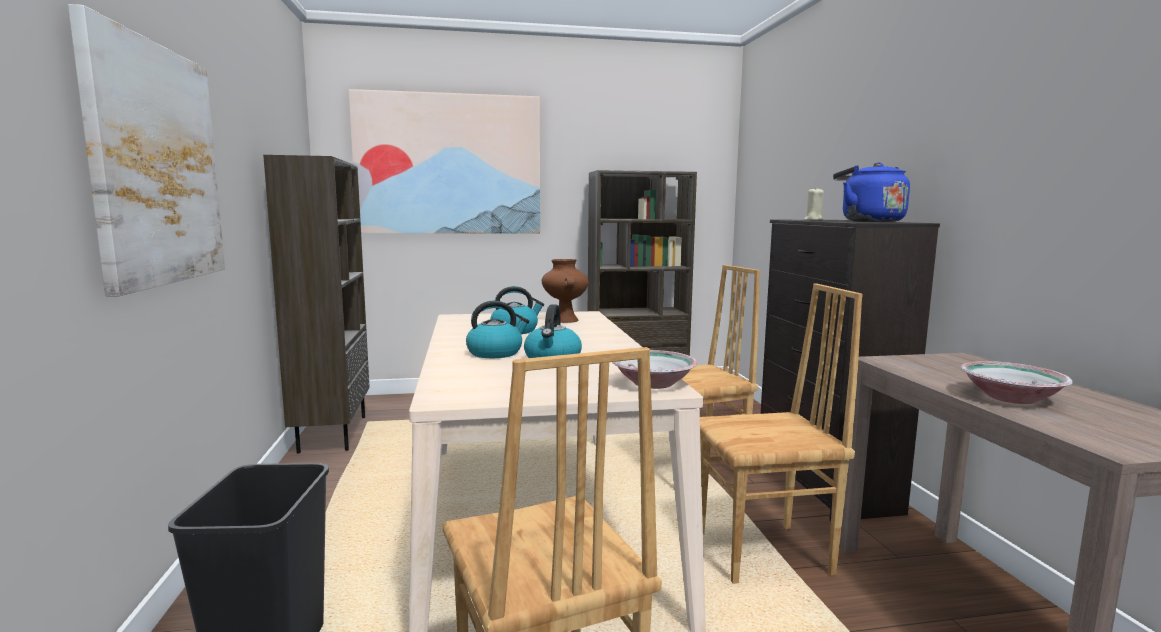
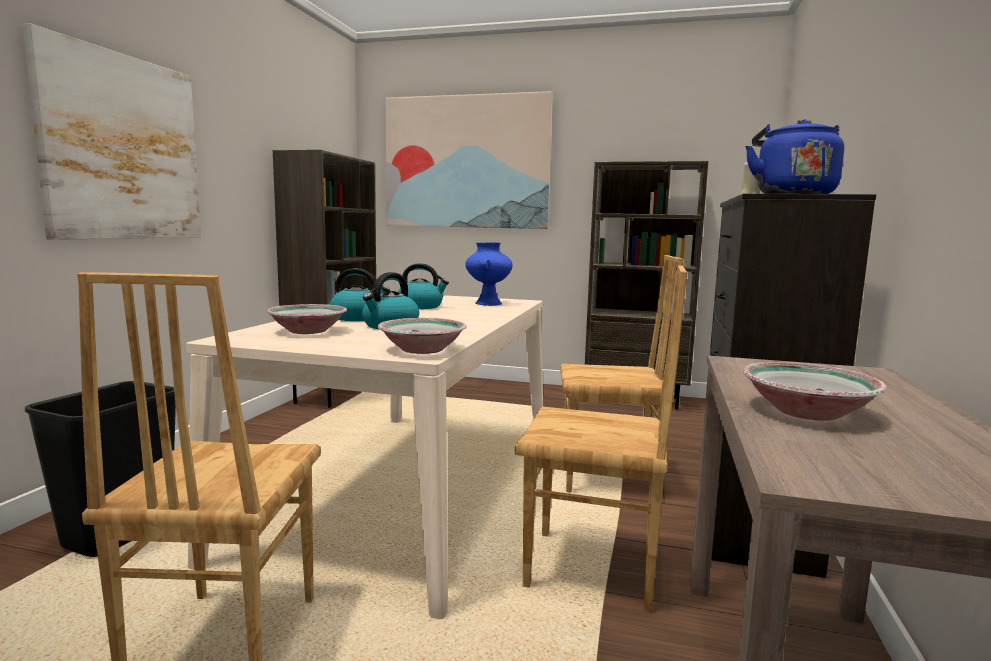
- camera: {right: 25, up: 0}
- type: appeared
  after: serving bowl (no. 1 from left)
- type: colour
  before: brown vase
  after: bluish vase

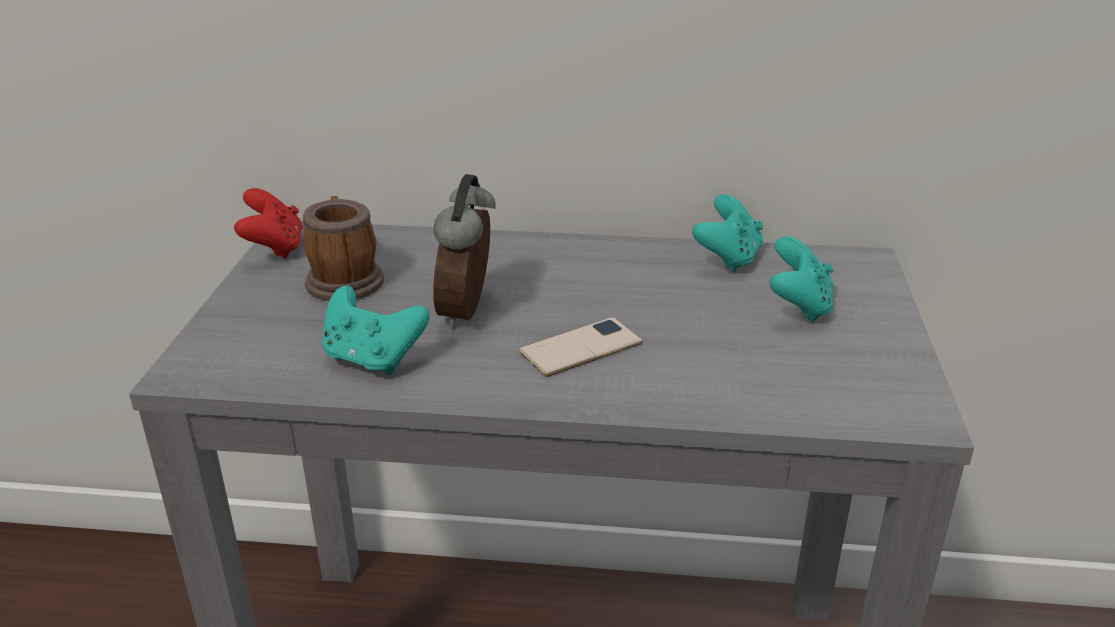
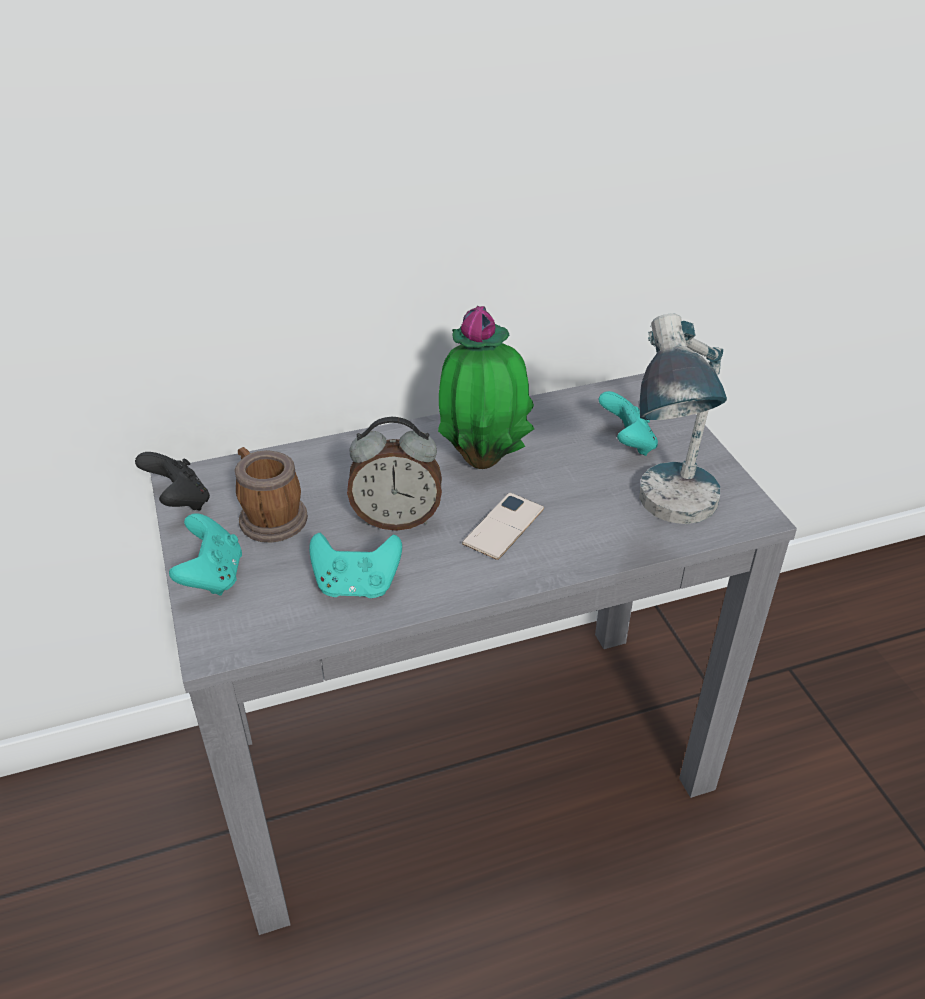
- camera: {right: -25, up: 10}
- type: appeared
  after: plant in a pot
- type: appeared
  after: table lamp
- type: relocated
  before: turquoise game controller (no. 2 from left in the first image)
  after: turquoise game controller (no. 1 from left)
- type: colour
  before: red game controller
  after: black-coloured game controller
- type: spun
  before: table clock
  turn: -75

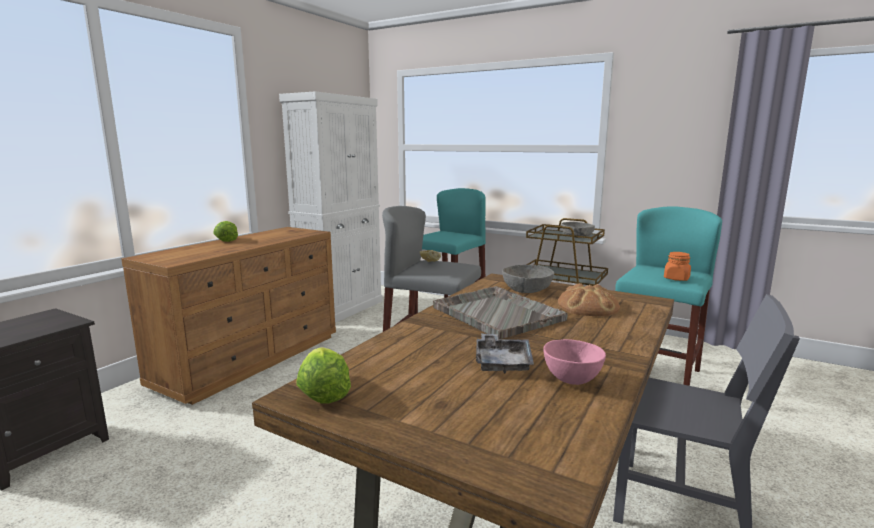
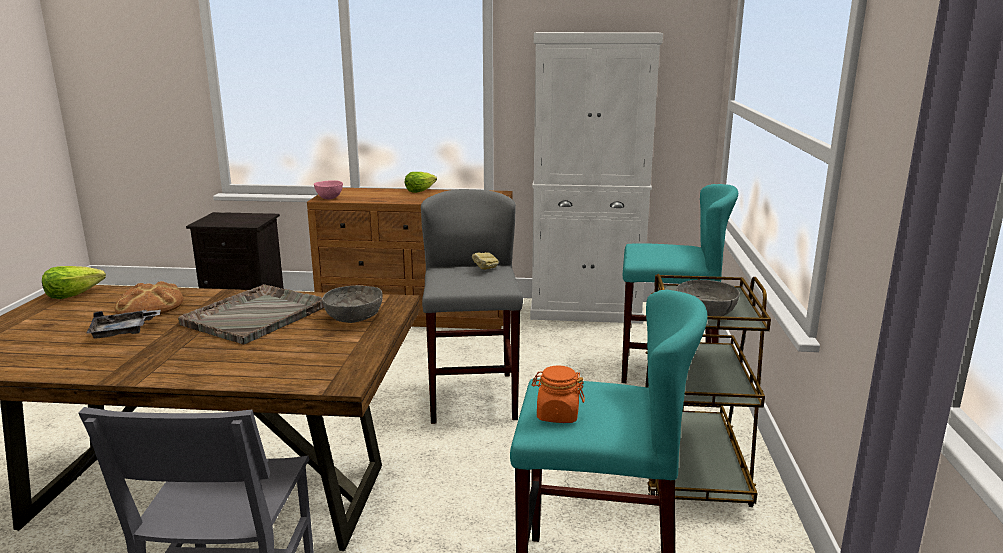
- camera: {right: 65, up: 5}
- type: relocated
  before: pink-coloured serving bowl
- type: relocated
  before: bakery bread (no. 2 from left in the first image)
  after: bakery bread (no. 1 from left)

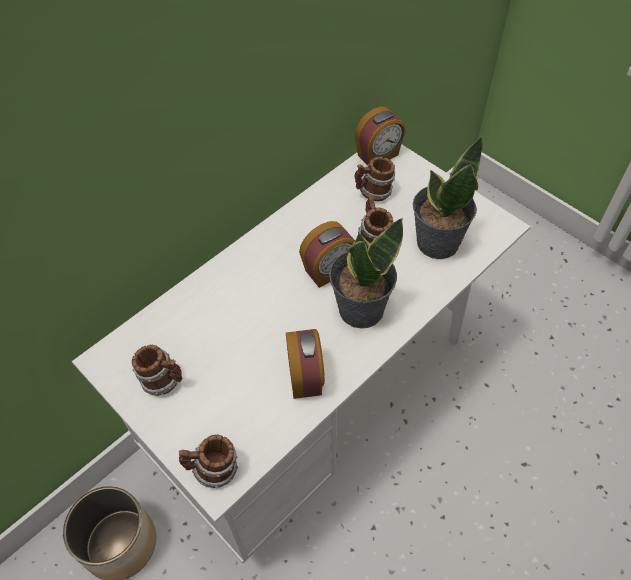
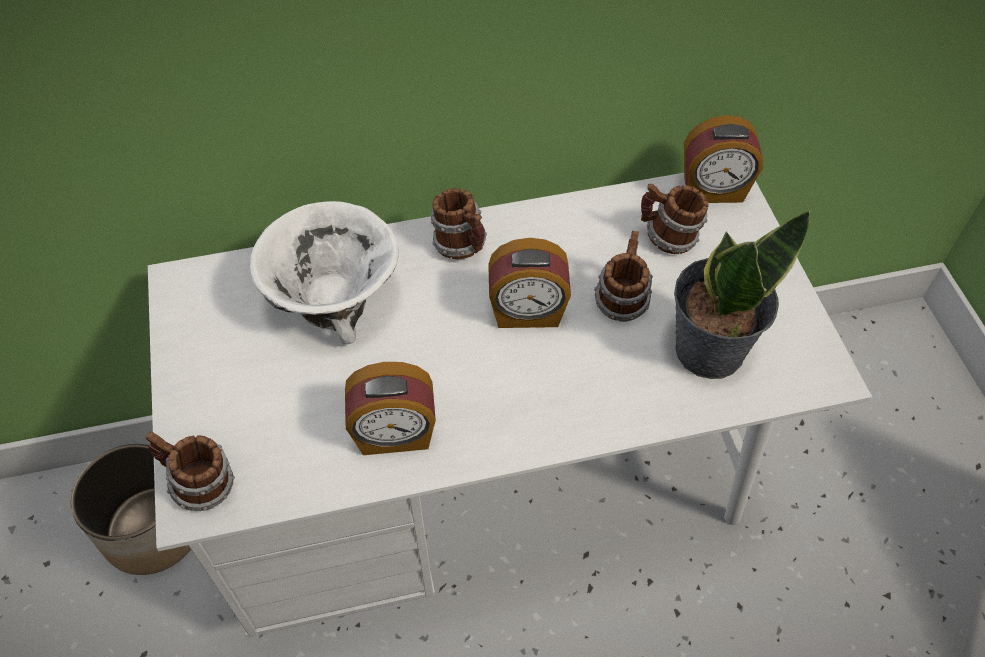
- camera: {right: 30, up: 0}
- type: missing
  before: plant in a pot (no. 1 from left)
- type: appeared
  after: whitish serving bowl
- type: relocated
  before: coffee mug (no. 1 from left in the first image)
  after: coffee mug (no. 2 from left)
- type: spun
  before: table clock (no. 1 from left)
  turn: 60

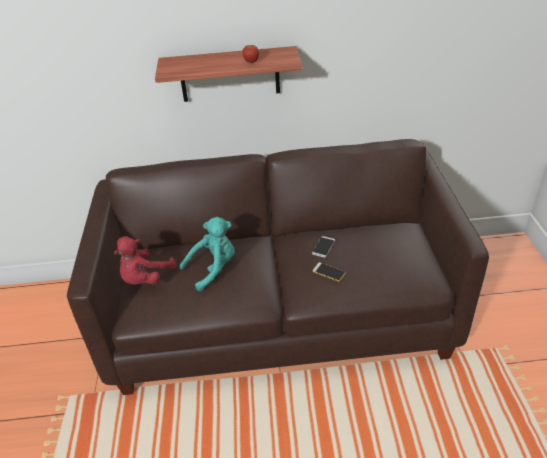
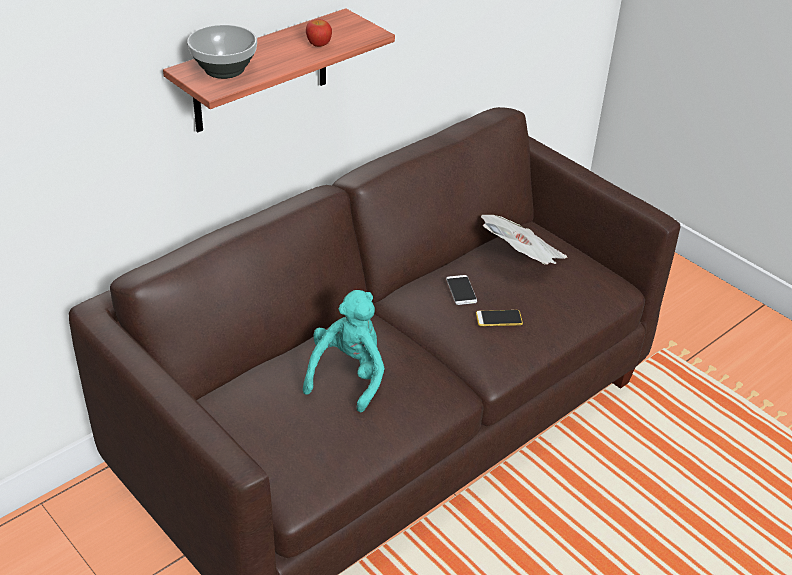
- camera: {right: -40, up: 0}
- type: missing
  before: red soft toy
- type: appeared
  after: serving bowl
- type: appeared
  after: newspaper

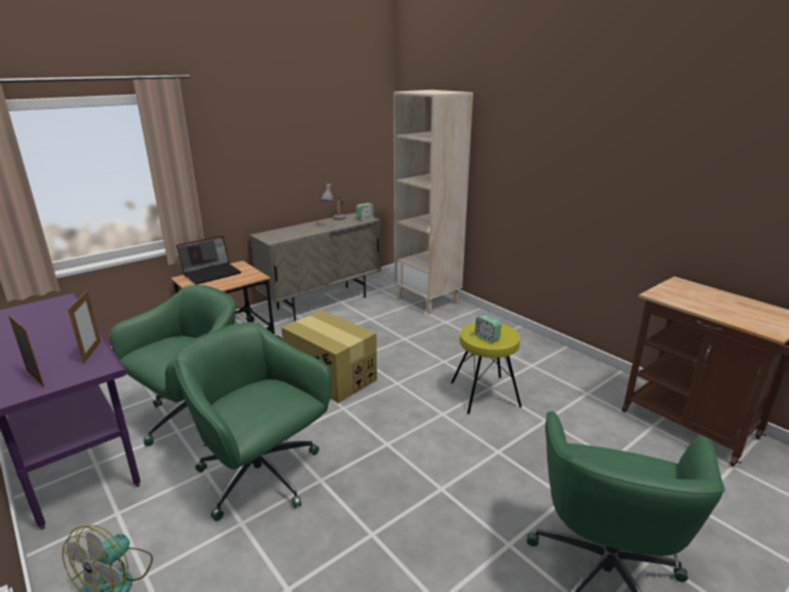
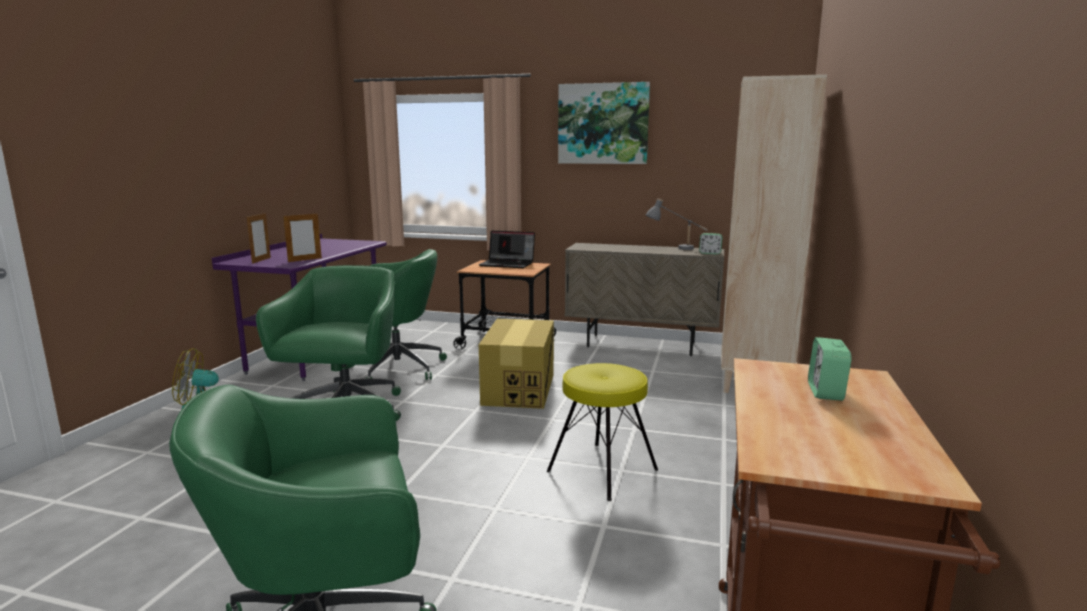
- camera: {right: 55, up: -10}
- type: appeared
  after: wall picture
- type: relocated
  before: table clock (no. 2 from left)

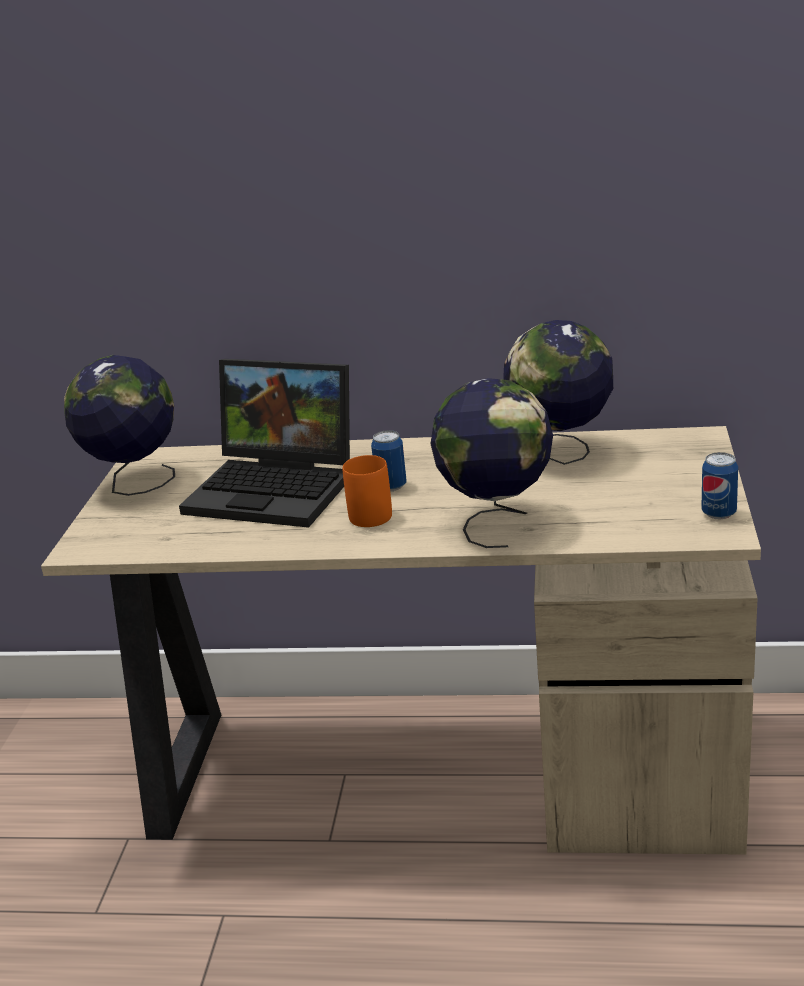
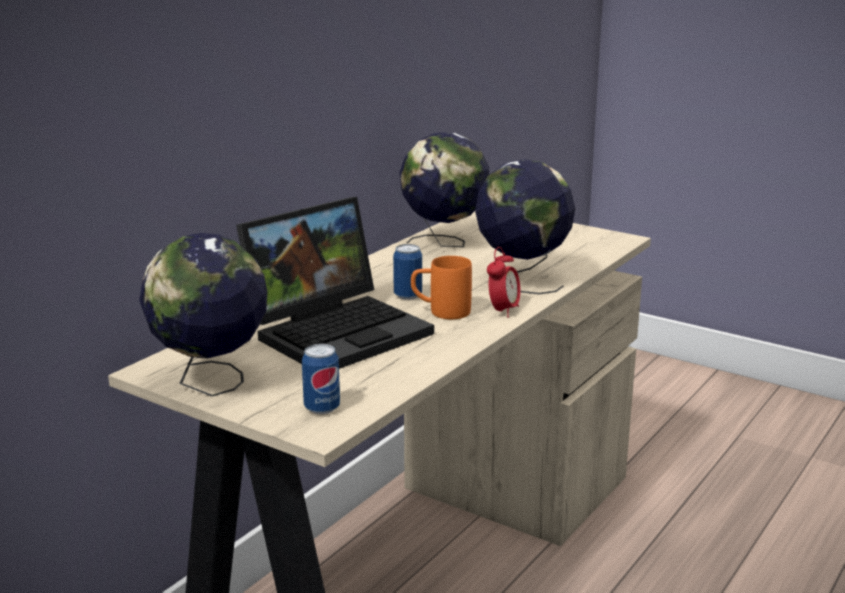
- camera: {right: -65, up: -5}
- type: appeared
  after: table clock
- type: relocated
  before: metal can (no. 2 from left in the first image)
  after: metal can (no. 1 from left)

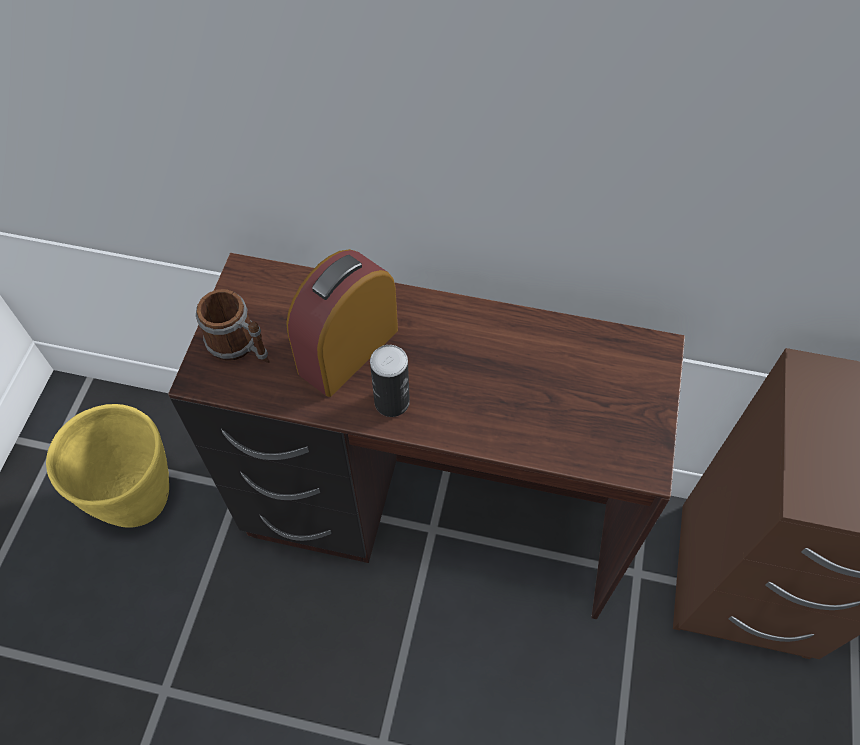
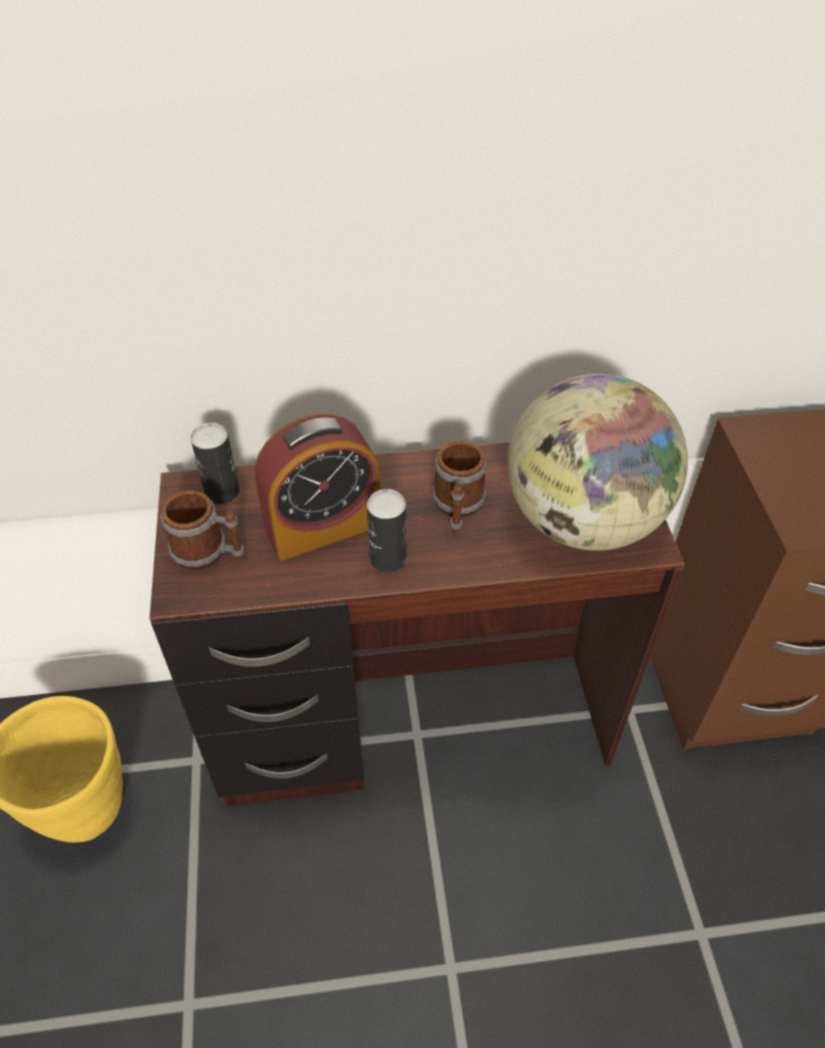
- camera: {right: -20, up: -10}
- type: appeared
  after: metal can (no. 1 from left)
- type: appeared
  after: coffee mug (no. 2 from left)
- type: appeared
  after: globe
- type: spun
  before: table clock
  turn: -135

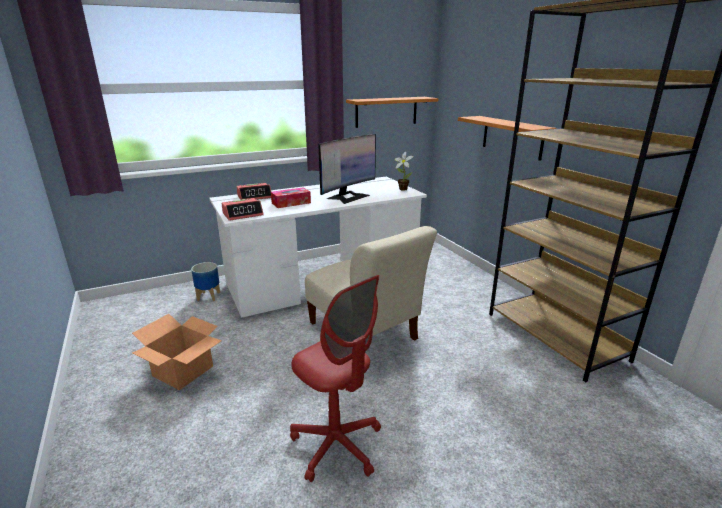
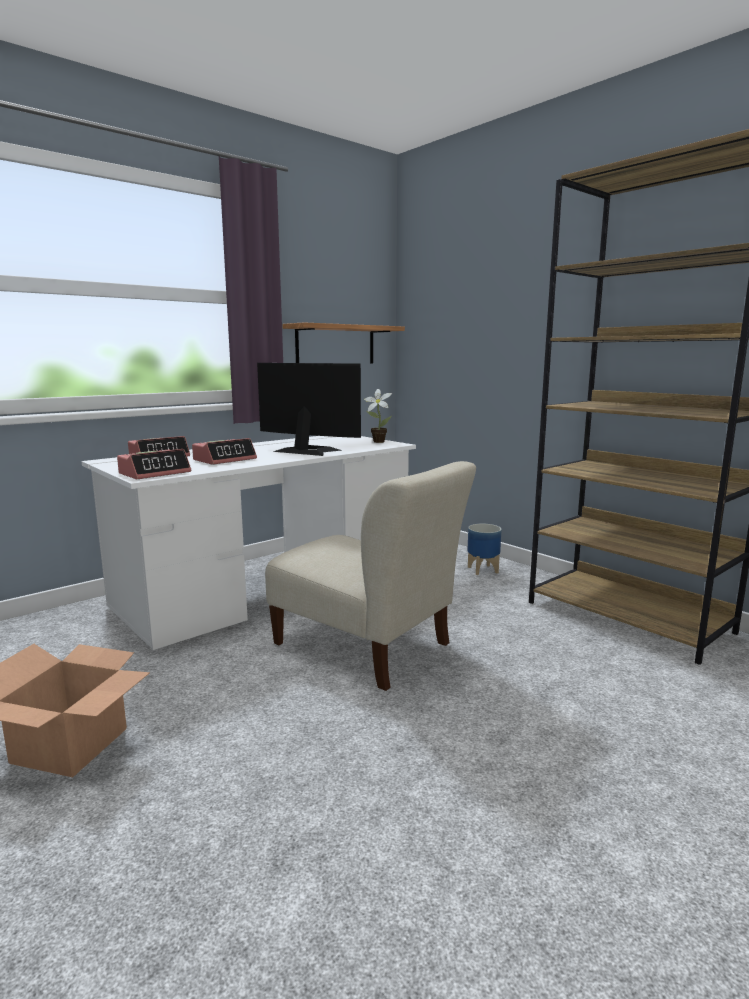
- camera: {right: -15, up: -10}
- type: missing
  before: red computer chair
- type: missing
  before: wall shelf (no. 2 from left)
- type: relocated
  before: planter
- type: exchanged
  before: box of tissues
  after: table clock (no. 3 from left)
- type: spun
  before: computer display
  turn: -90

